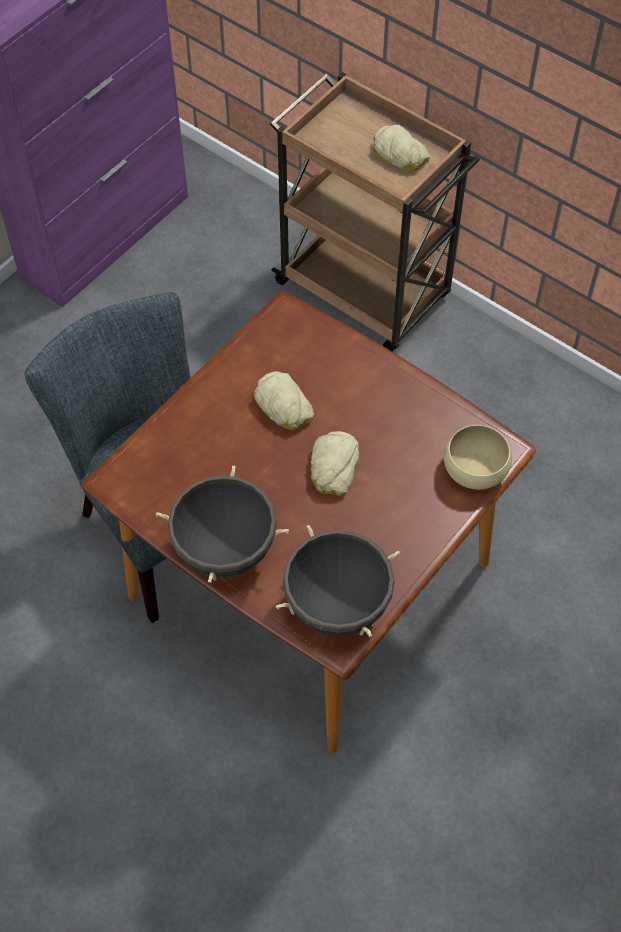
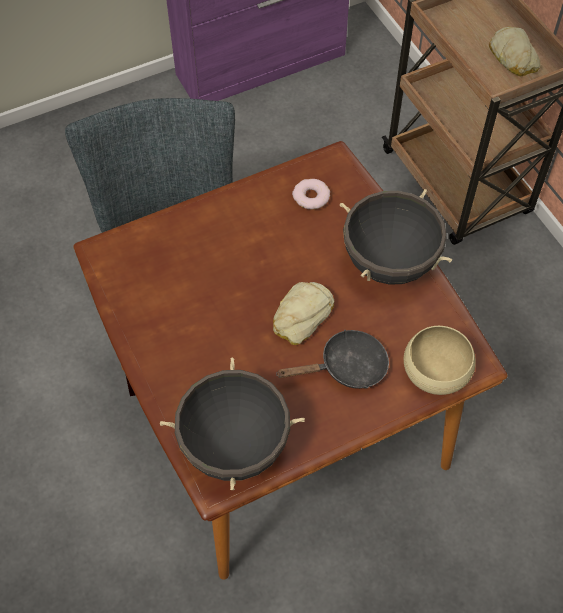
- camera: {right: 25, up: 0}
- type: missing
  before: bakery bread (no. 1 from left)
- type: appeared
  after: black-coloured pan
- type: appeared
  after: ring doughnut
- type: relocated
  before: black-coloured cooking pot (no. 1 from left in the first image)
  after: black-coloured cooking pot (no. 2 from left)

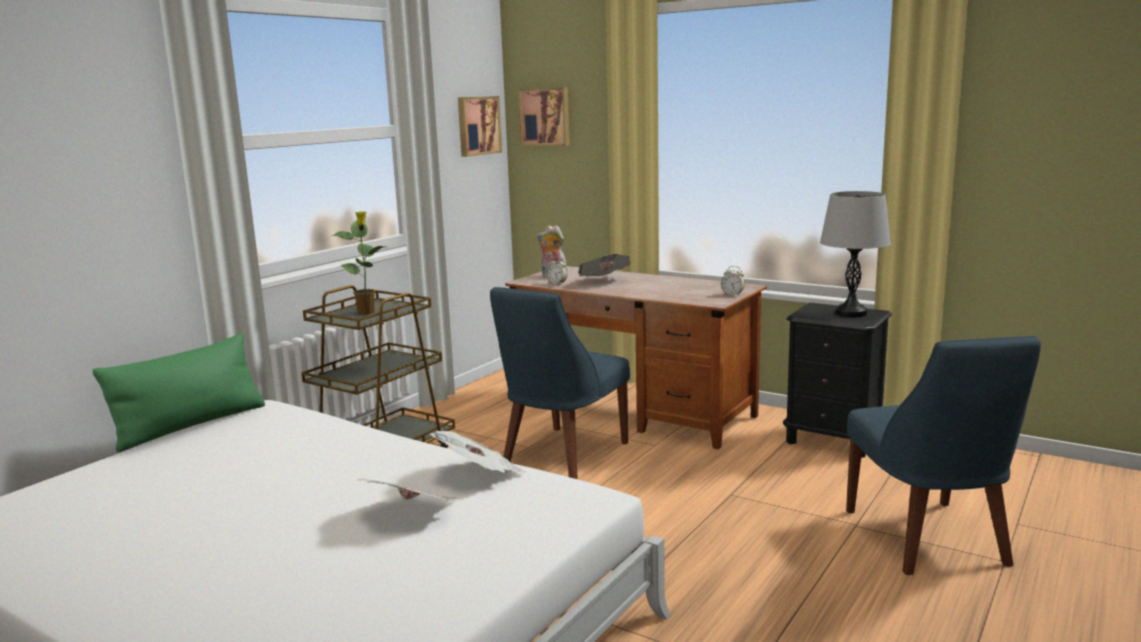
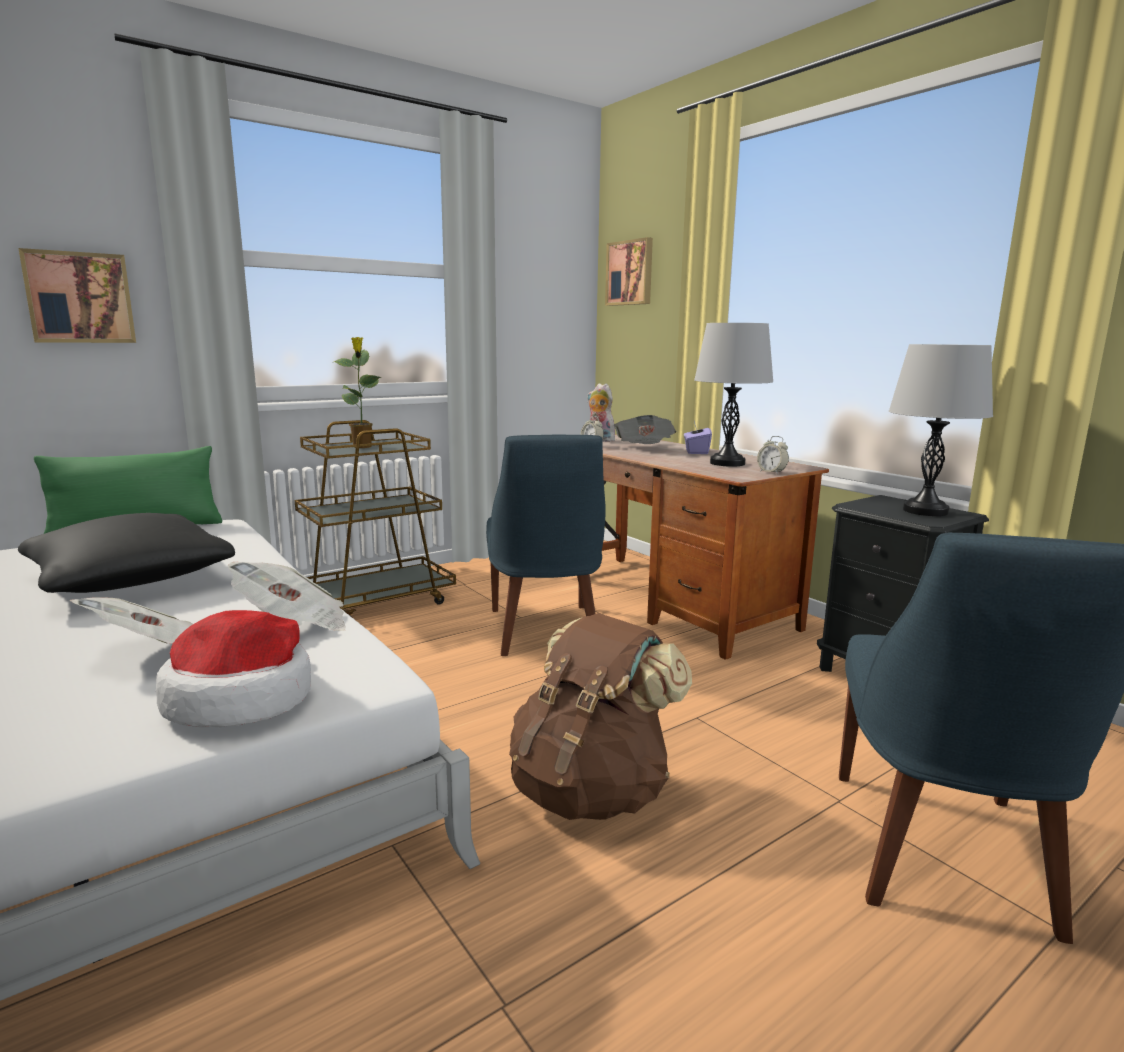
- camera: {right: 20, up: 0}
- type: appeared
  after: black-coloured cushion
- type: appeared
  after: clothing hat
- type: appeared
  after: brown backpack
- type: appeared
  after: purple box of tissues
- type: appeared
  after: gray table lamp (no. 1 from left)
- type: relocated
  before: wall picture (no. 1 from left)
- type: spun
  before: bluish plain chair (no. 1 from left)
  turn: -60

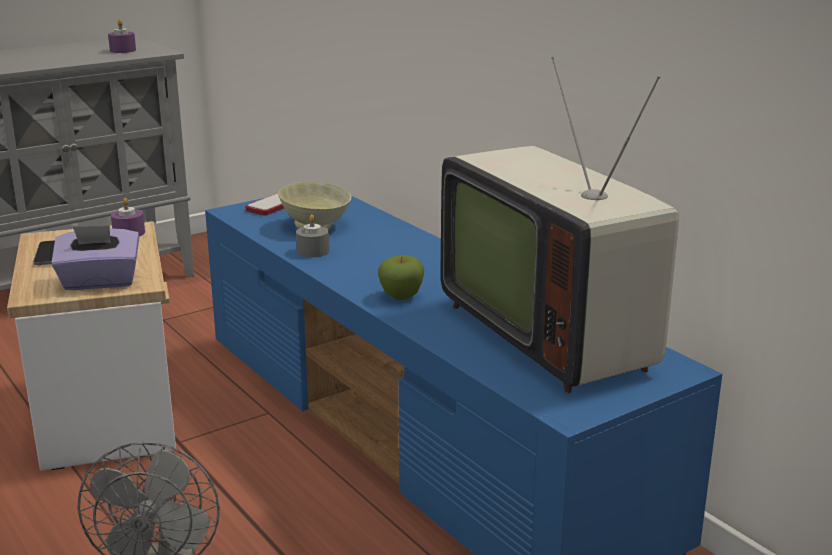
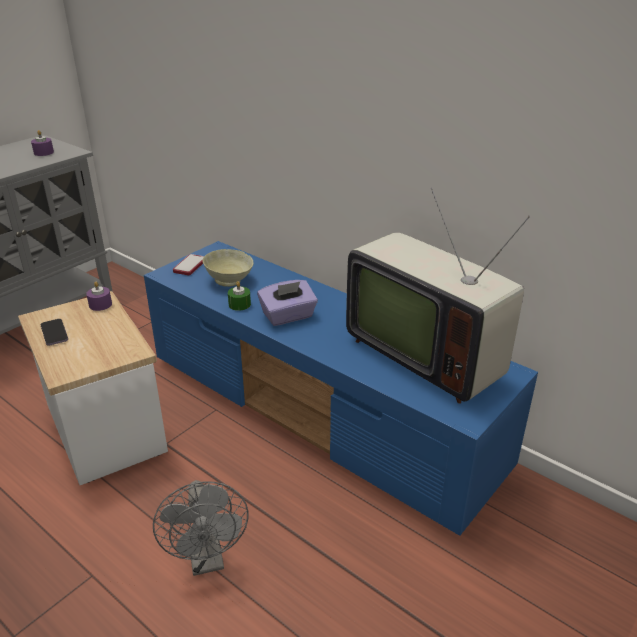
- camera: {right: -15, up: 10}
- type: missing
  before: apple fruit
- type: relocated
  before: purple box of tissues
- type: colour
  before: gray wax candle
  after: green wax candle

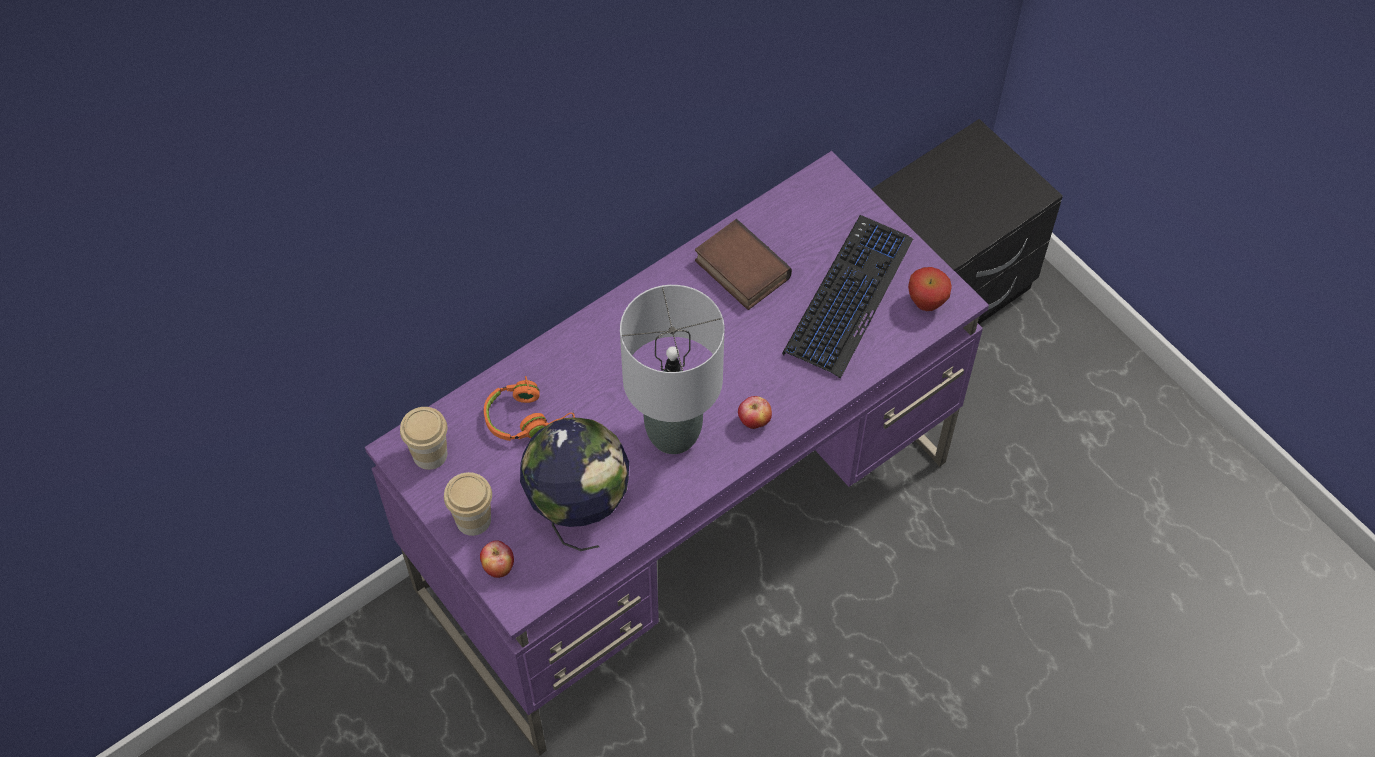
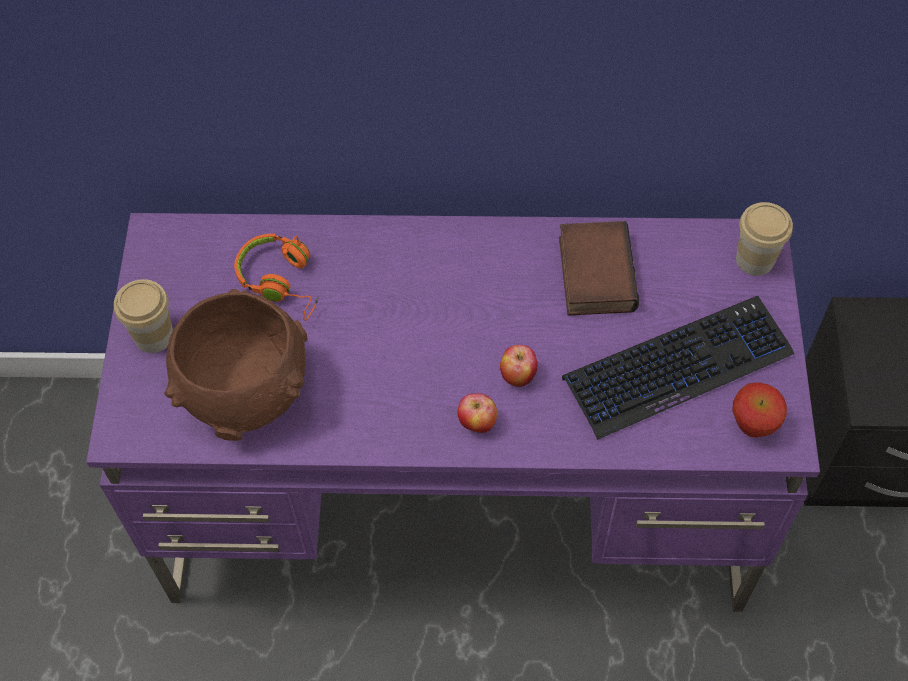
- camera: {right: 40, up: 0}
- type: missing
  before: gray table lamp
- type: relocated
  before: cup (no. 1 from left in the first image)
  after: cup (no. 2 from left)
- type: relocated
  before: apple fruit (no. 1 from left in the first image)
  after: apple fruit (no. 2 from left)
- type: exchanged
  before: globe
  after: brown serving bowl

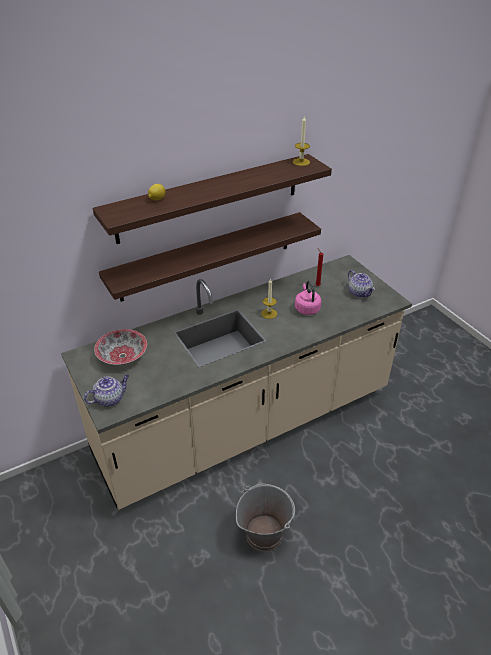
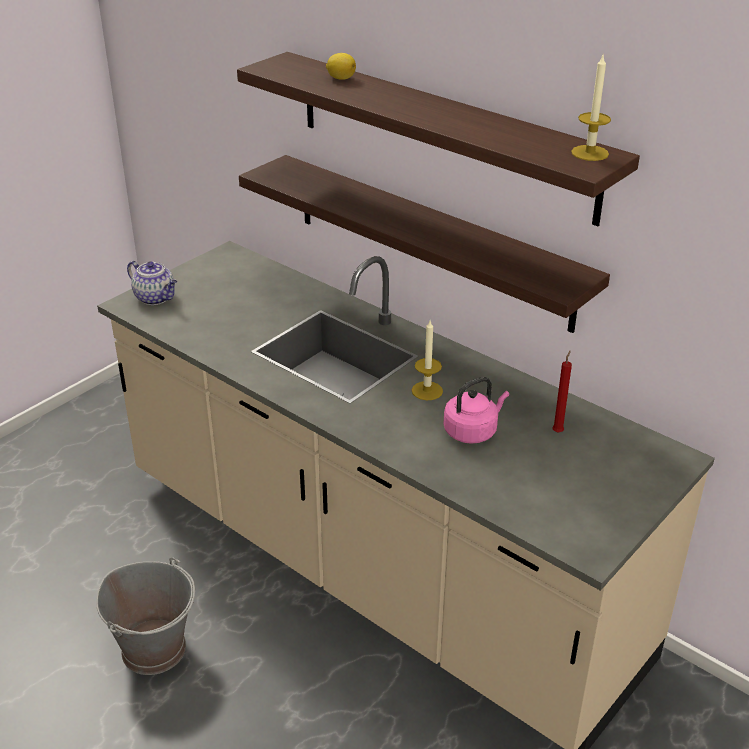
- camera: {right: 70, up: -5}
- type: missing
  before: serving bowl
- type: missing
  before: teapot (no. 2 from left)

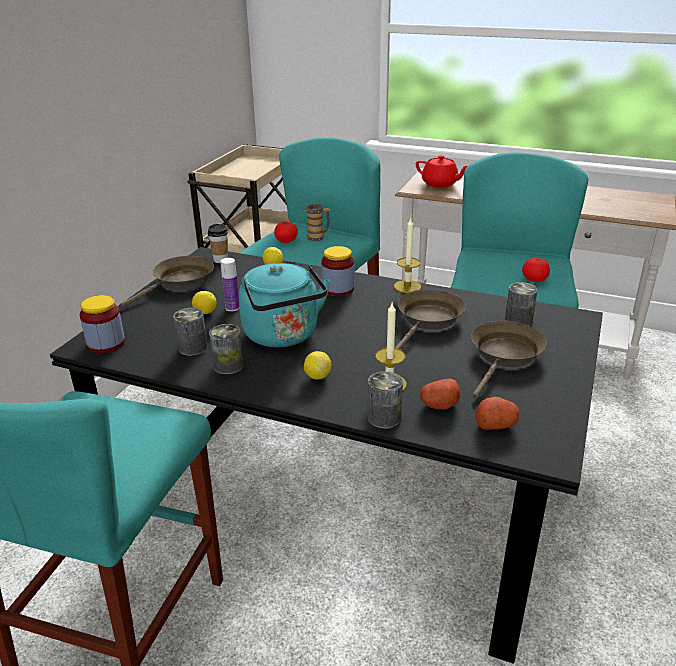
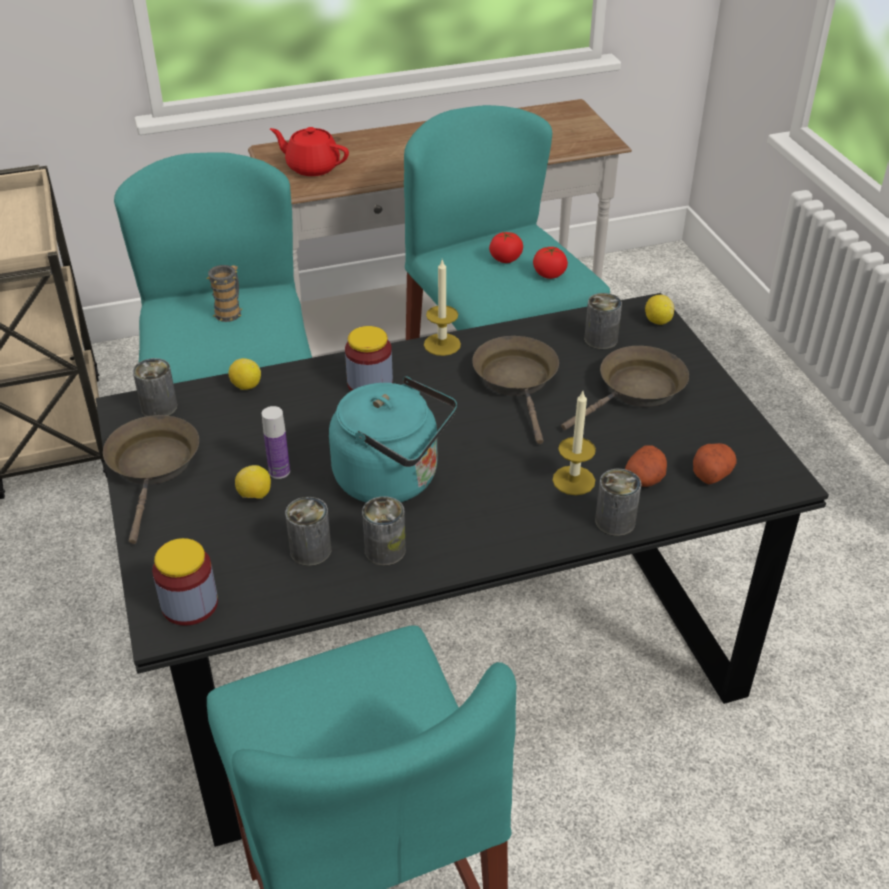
- camera: {right: -40, up: 10}
- type: relocated
  before: fresh tomato (no. 1 from left)
- type: relocated
  before: citrus fruit (no. 3 from left)
- type: exchanged
  before: cup
  after: metal can (no. 1 from left)
- type: spun
  before: red teapot
  turn: -150
- type: spun
  before: brown pan (no. 3 from left)
  turn: 60

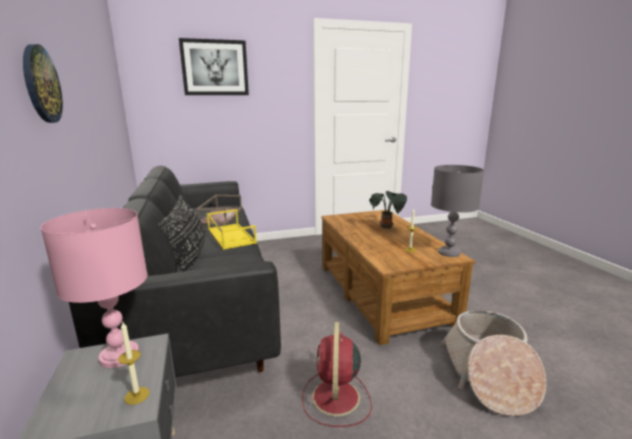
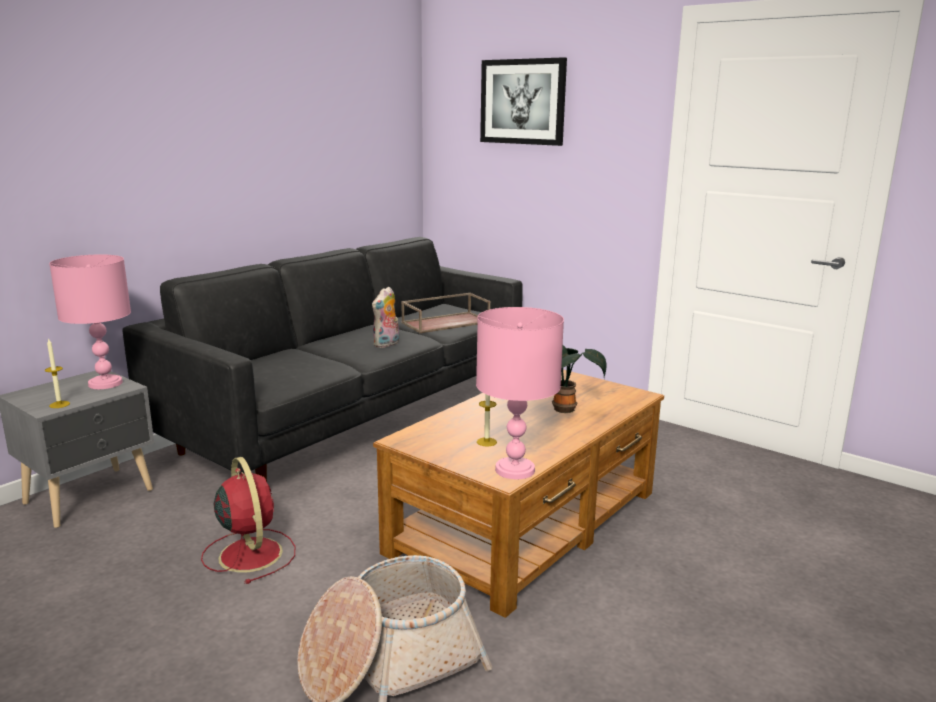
- camera: {right: 55, up: 0}
- type: missing
  before: wall clock
- type: missing
  before: black-coloured cushion
- type: exchanged
  before: yellow serving tray
  after: soft toy
- type: colour
  before: gray table lamp
  after: pink-coloured table lamp (no. 2 from left)
- type: spun
  before: red cooling fan
  turn: 90

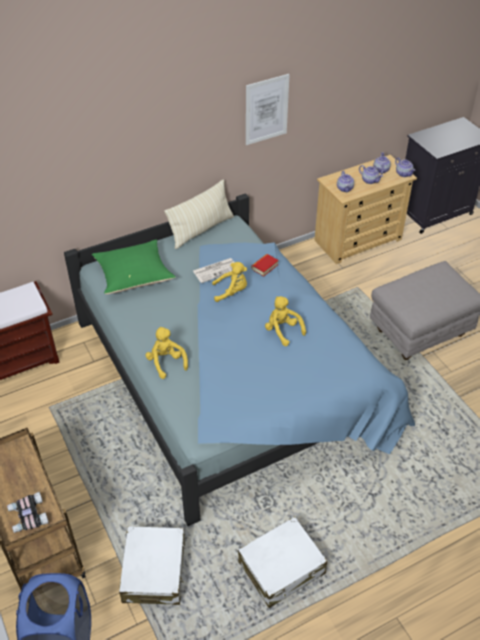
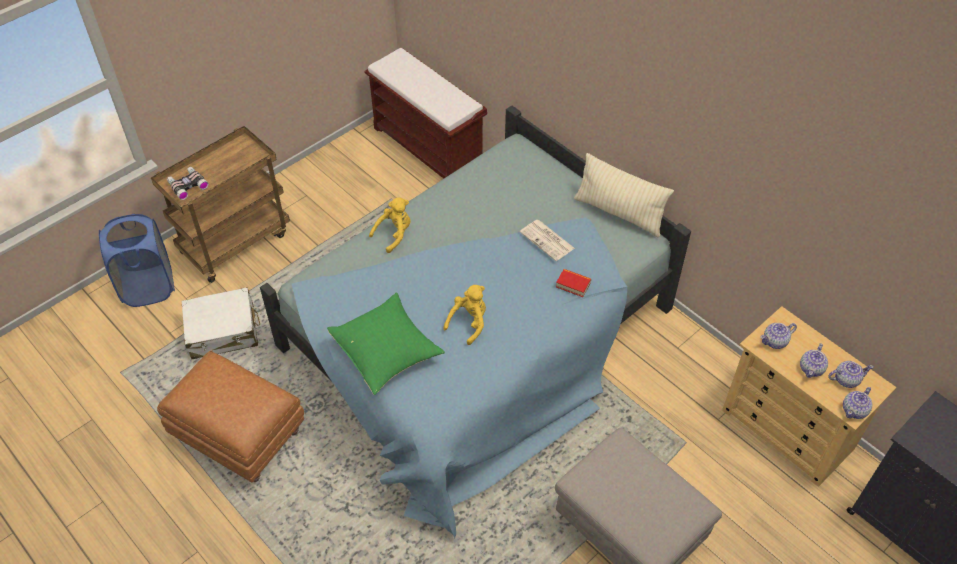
- camera: {right: 75, up: 5}
- type: missing
  before: yellow soft toy (no. 2 from left)
- type: missing
  before: wall picture
- type: relocated
  before: green cushion
- type: exchanged
  before: whitish suitcase (no. 2 from left)
  after: brown ottoman

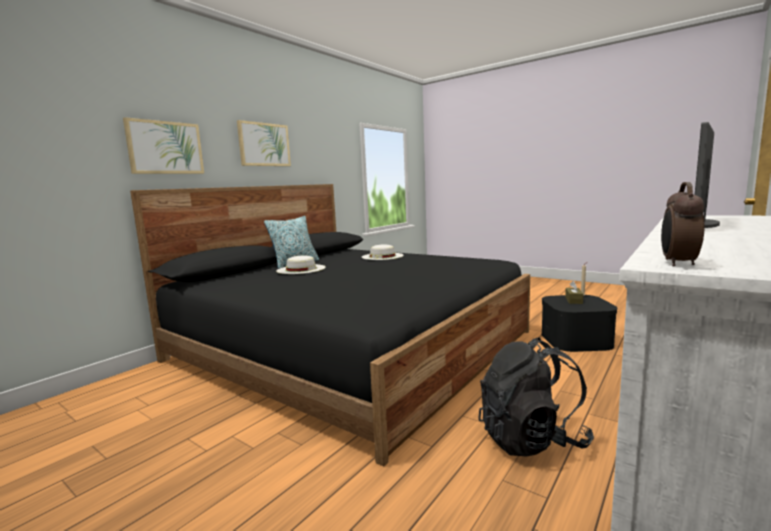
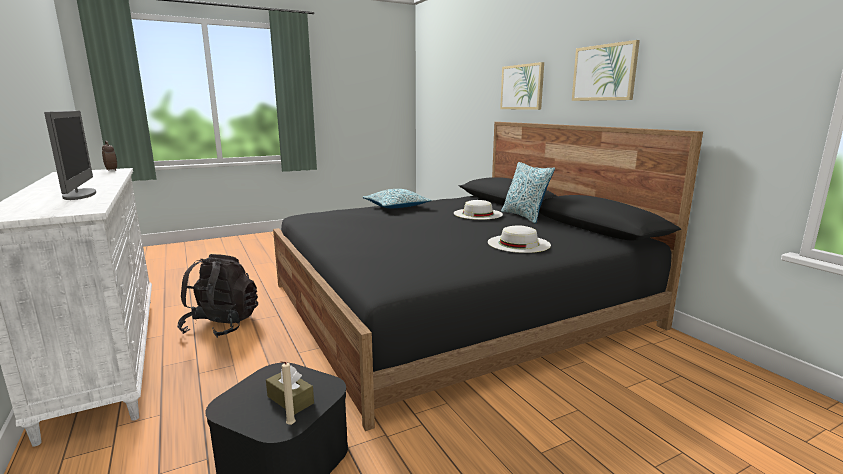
- camera: {right: 115, up: 5}
- type: appeared
  after: cushion (no. 1 from left)

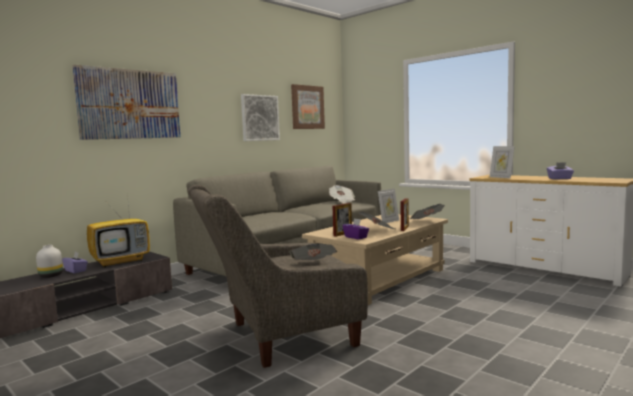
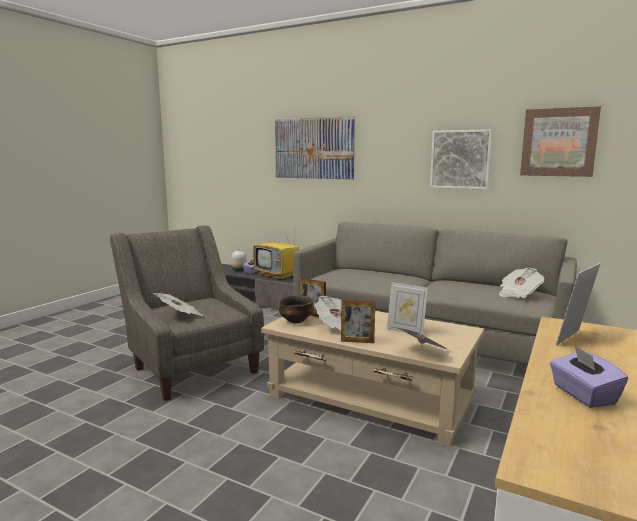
- camera: {right: 75, up: 5}
- type: exchanged
  before: purple box of tissues (no. 2 from left)
  after: serving bowl

